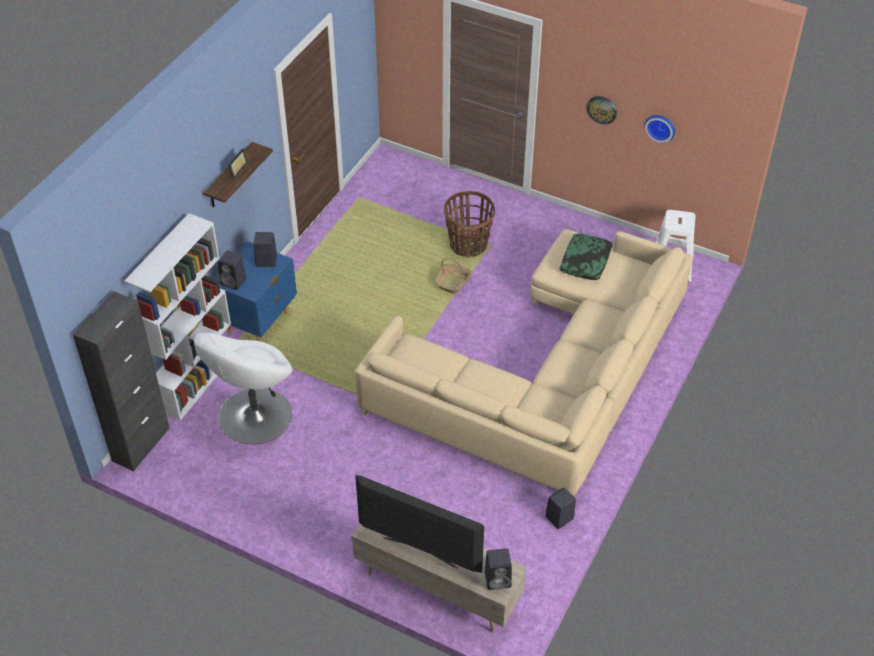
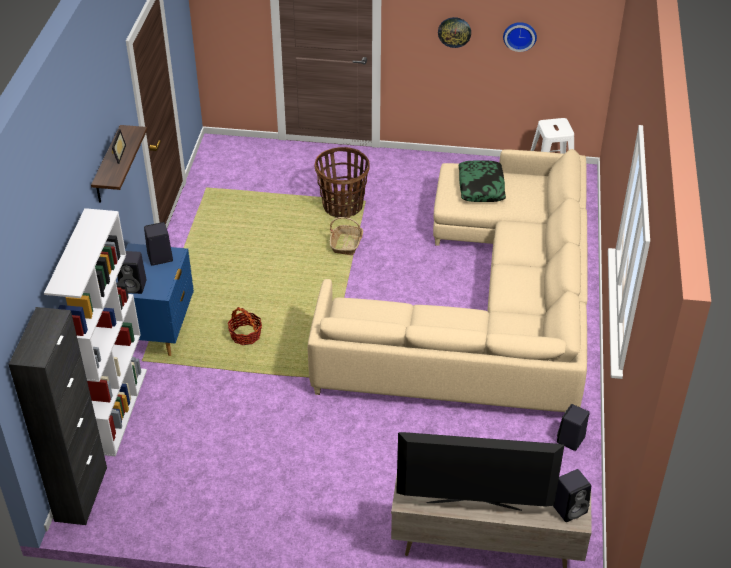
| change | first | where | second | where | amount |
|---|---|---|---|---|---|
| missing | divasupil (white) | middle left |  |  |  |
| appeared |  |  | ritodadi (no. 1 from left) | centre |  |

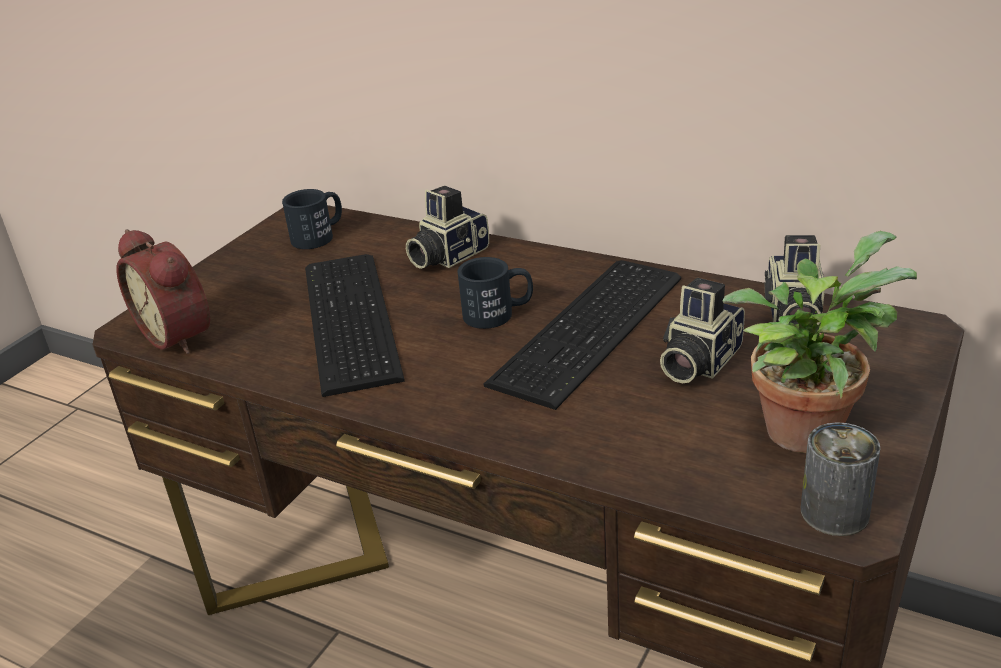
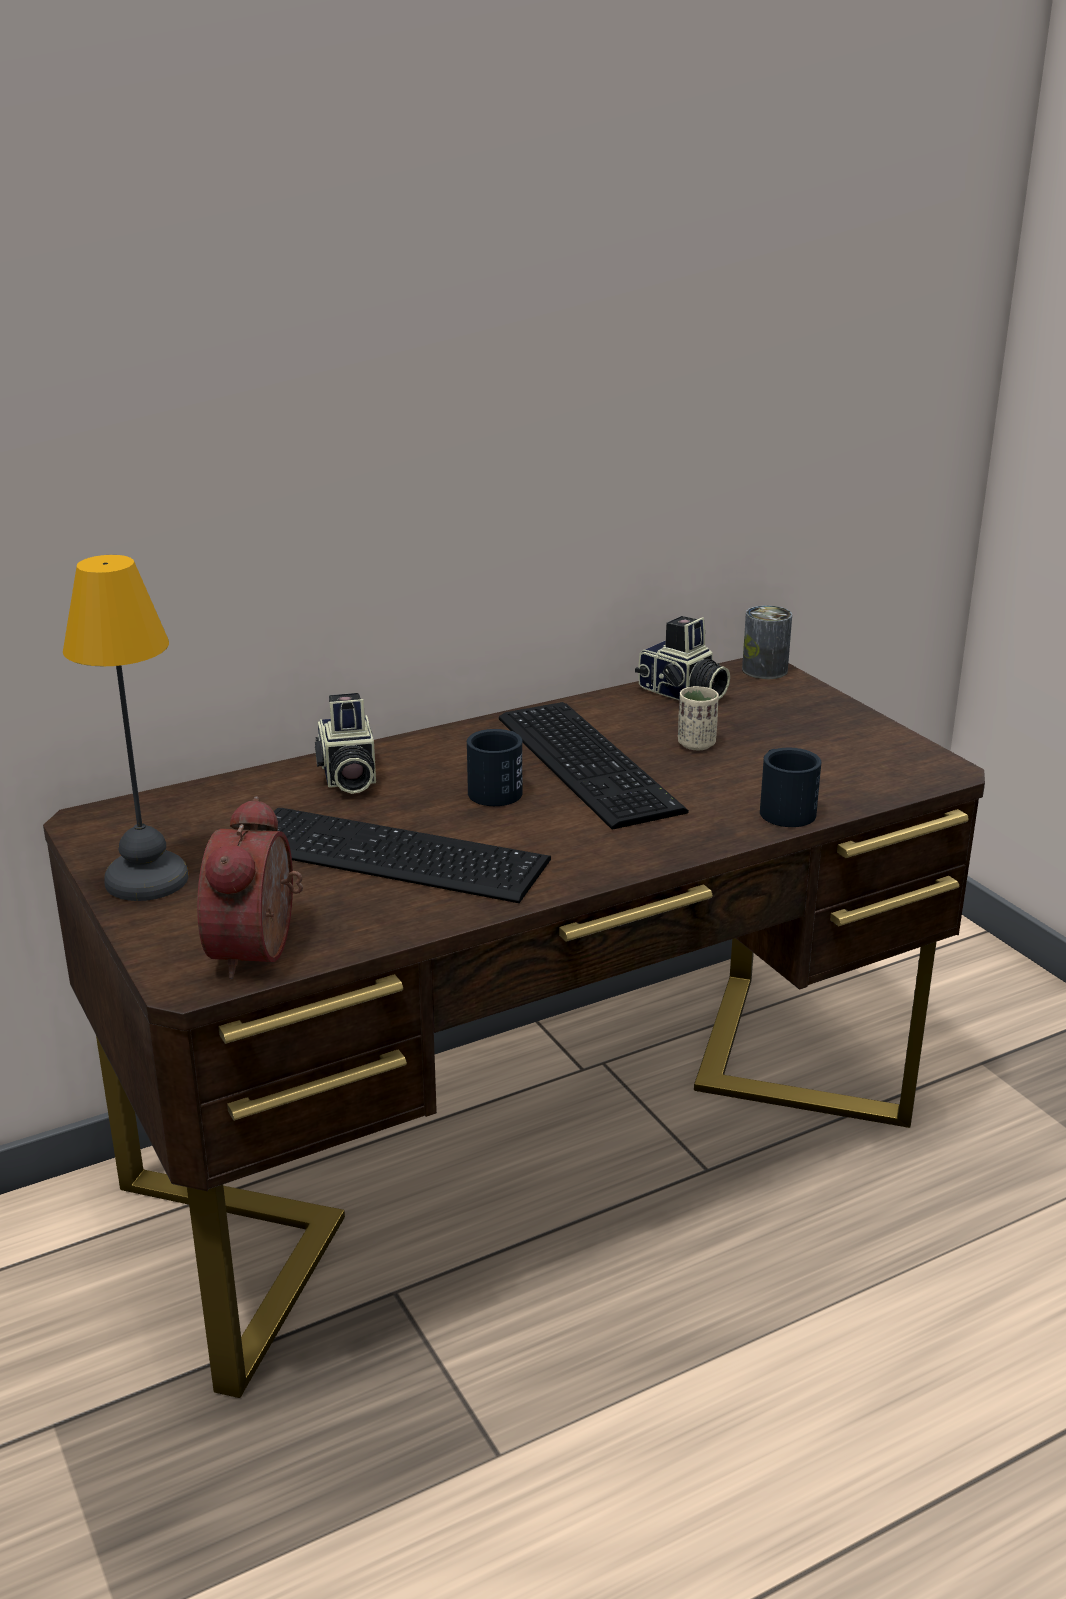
| change | first | where | second | where | amount |
|---|---|---|---|---|---|
| missing | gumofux | middle right |  |  |  |
| appeared |  |  | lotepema | middle left |  |
| relocated | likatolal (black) (no. 1 from left in the first image) | top left | likatolal (black) (no. 2 from left) | middle right |  |
| relocated | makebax | bottom right |  | middle right |  |
| exchanged | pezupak (no. 2 from left) | middle right | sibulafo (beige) | centre |  |
| spun | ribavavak | middle left |  | middle left | 105 degrees clockwise |

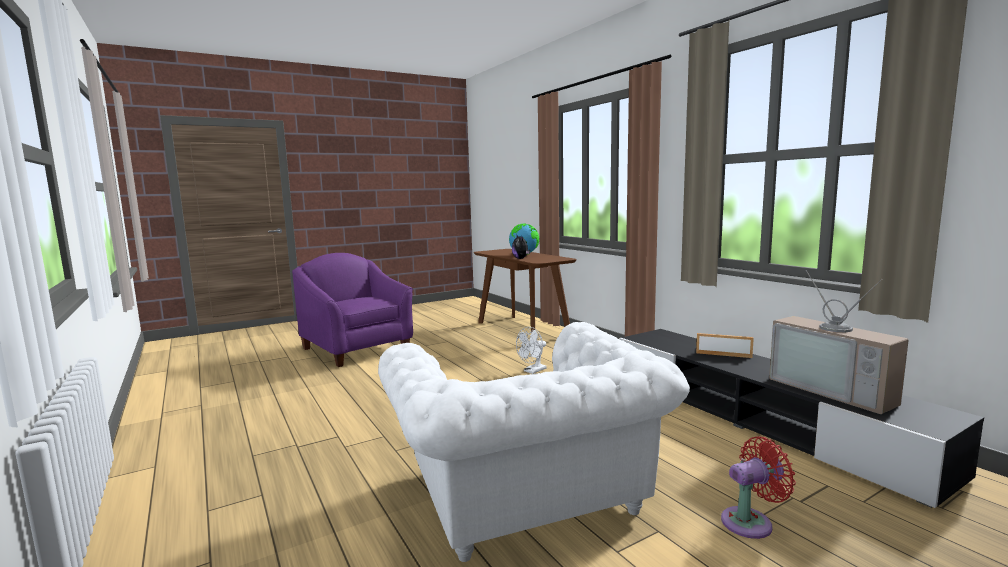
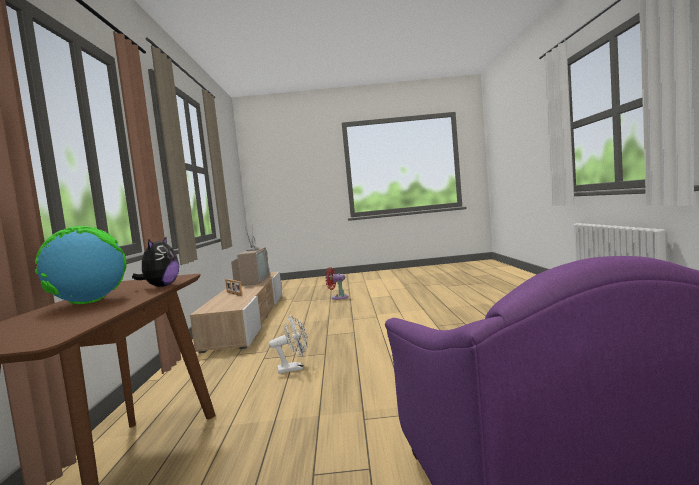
| change | first | where | second | where | amount |
|---|---|---|---|---|---|
| missing | divasupil (white) | bottom centre |  |  |  |
| colour | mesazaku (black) | bottom right | mesazaku (beige) | centre |  |

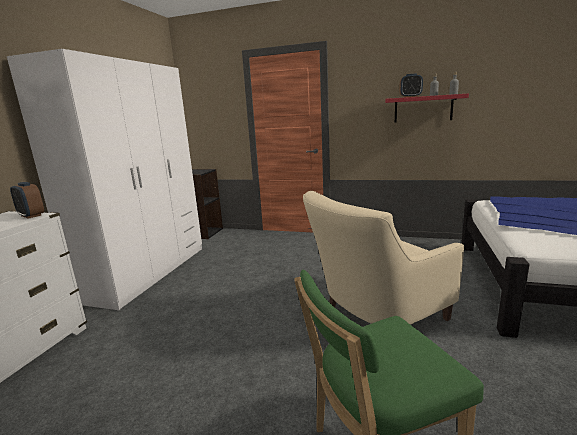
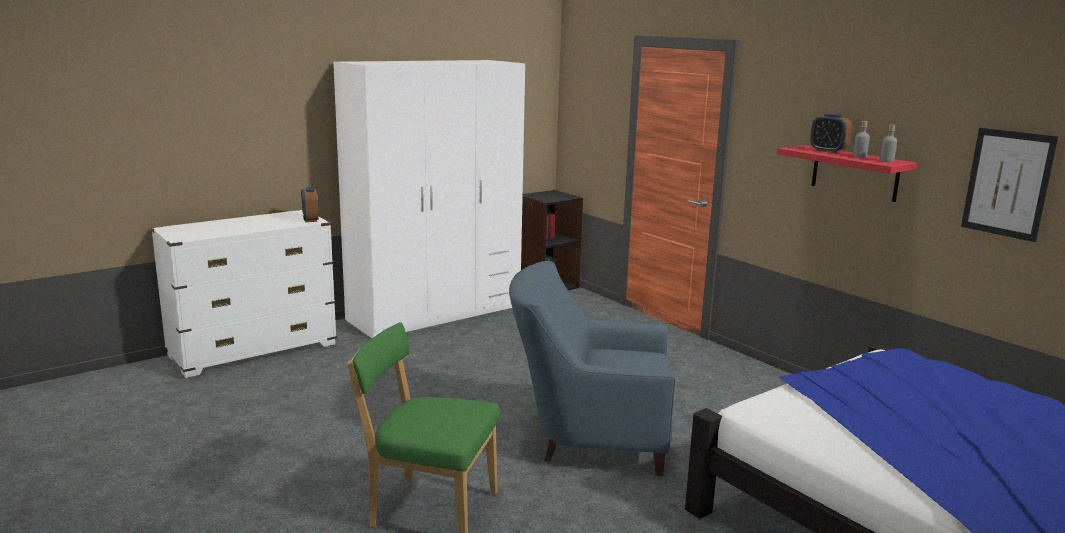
| change | first | where | second | where | amount |
|---|---|---|---|---|---|
| appeared |  |  | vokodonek | middle right |  |
| colour | divasupil (beige) | centre | divasupil (blue) | bottom centre |  |

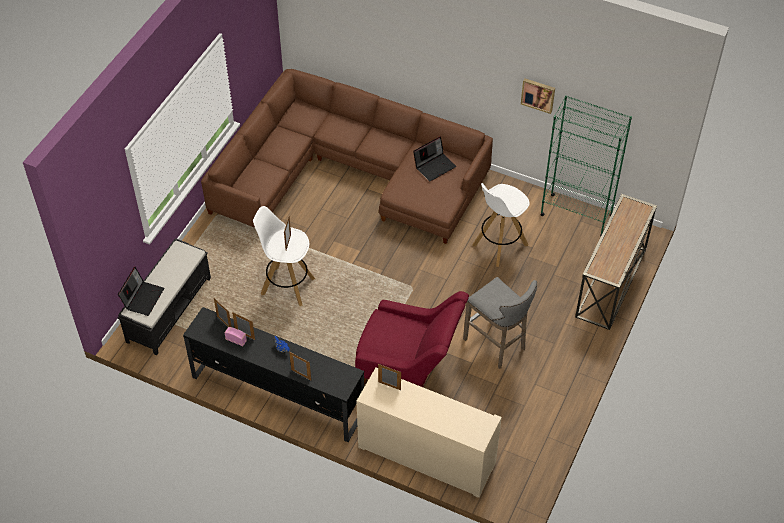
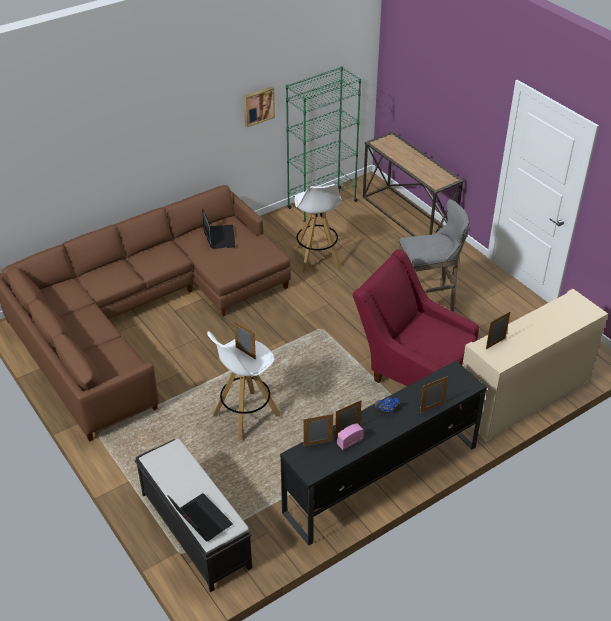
| change | first | where | second | where | amount |
|---|---|---|---|---|---|
| spun | divasupil (red) | centre |  | middle right | 105 degrees counterclockwise |

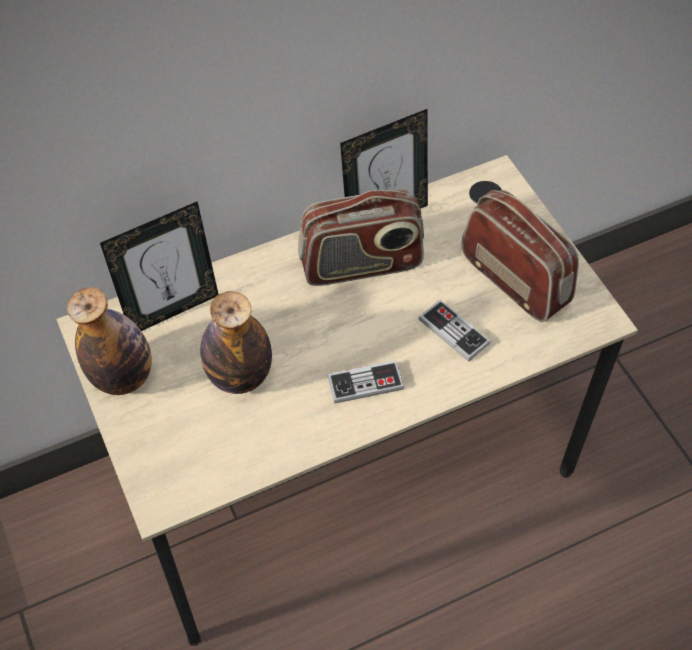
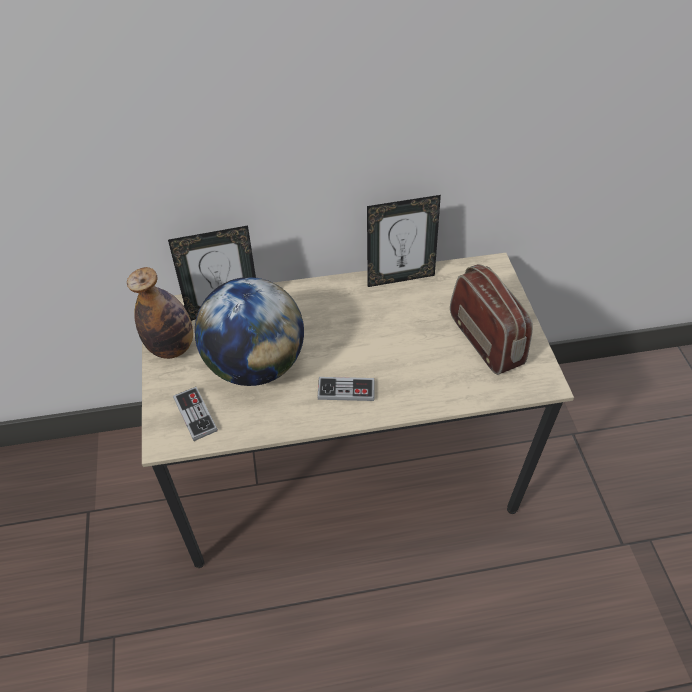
| change | first | where | second | where | amount |
|---|---|---|---|---|---|
| missing | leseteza (no. 1 from left) | centre |  |  |  |
| relocated | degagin (no. 2 from left in the first image) | centre | degagin (no. 1 from left) | middle left |  |
| exchanged | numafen (no. 2 from left) | centre | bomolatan | centre |  |

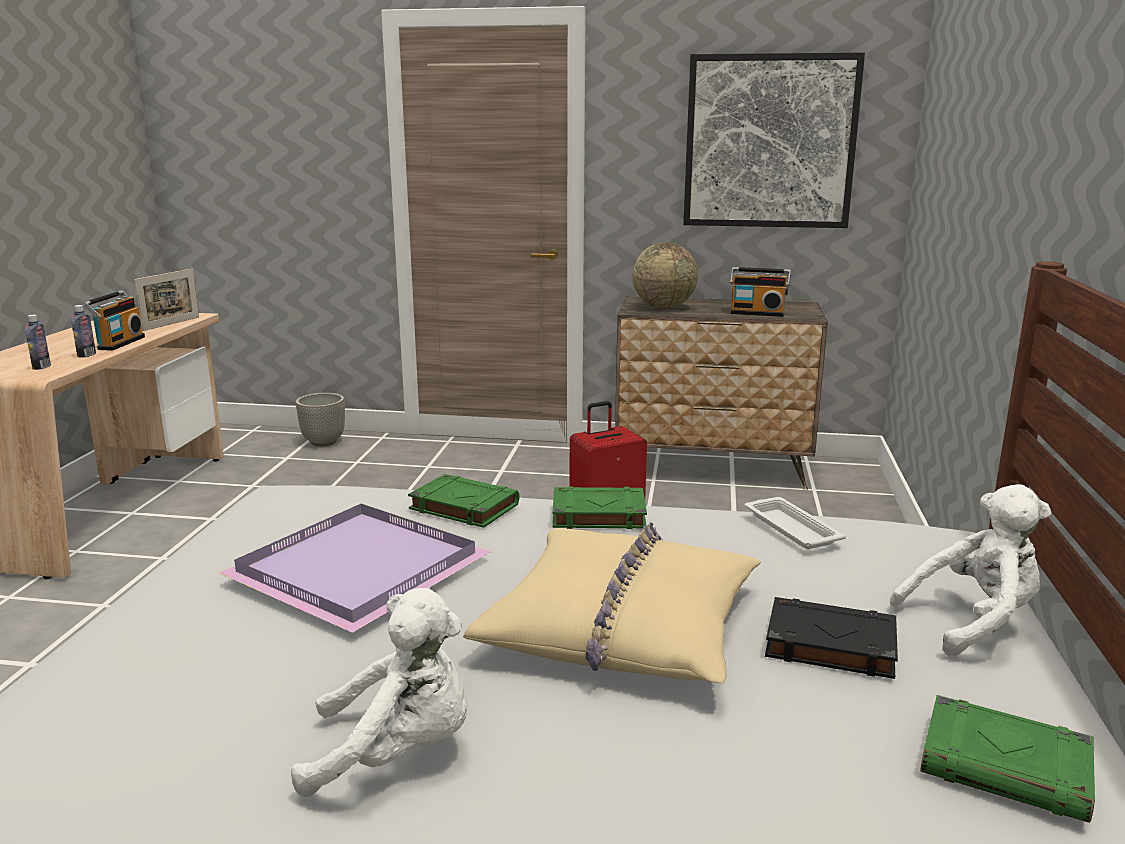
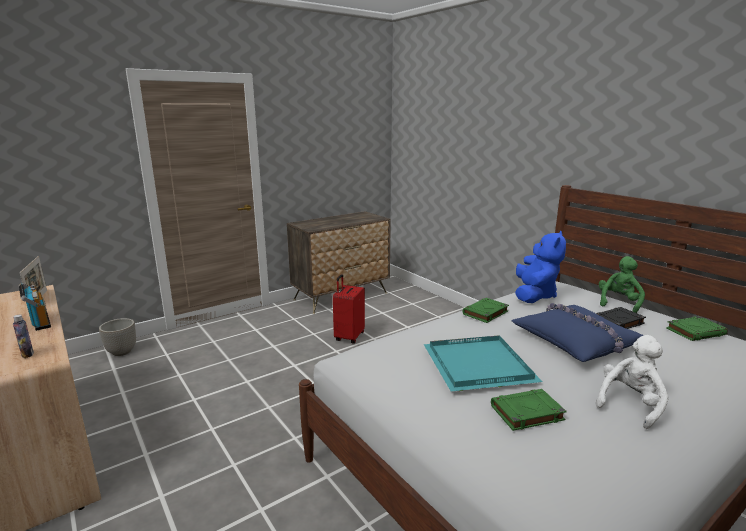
| change | first | where | second | where | amount |
|---|---|---|---|---|---|
| missing | numafen (no. 2 from left) | middle left |  |  |  |
| missing | bomolatan | top centre |  |  |  |
| missing | vokodonek | top right |  |  |  |
| missing | leseteza (no. 2 from left) | middle right |  |  |  |
| relocated | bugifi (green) (no. 1 from left in the first image) | centre | bugifi (green) (no. 2 from left) | bottom right |  |
| exchanged | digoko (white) | middle right | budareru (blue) | middle right |  |
| colour | digoko (purple) | bottom left | digoko (turquoise) | bottom centre |  |
| colour | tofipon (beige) | bottom centre | tofipon (blue) | middle right |  |
| colour | budareru (white) (no. 2 from left) | bottom right | budareru (green) | middle right |  |

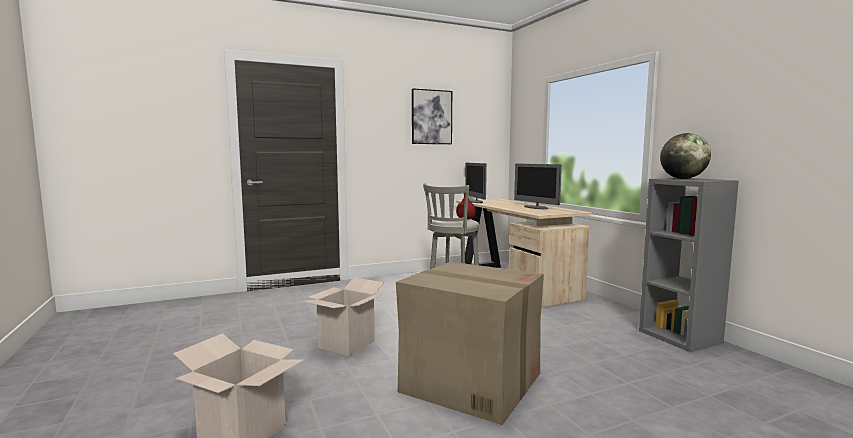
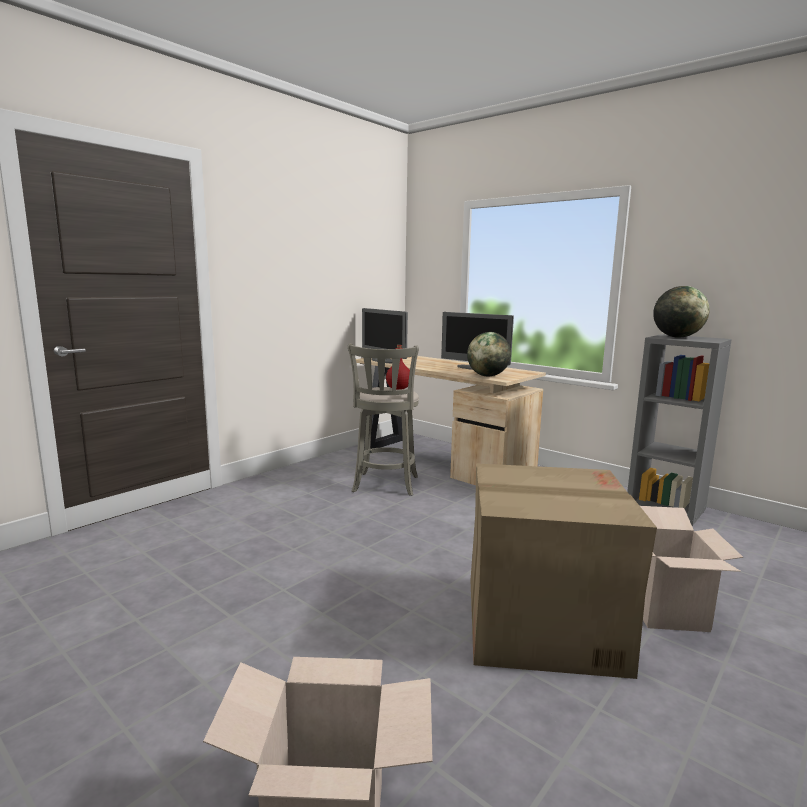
| change | first | where | second | where | amount |
|---|---|---|---|---|---|
| missing | vokodonek | top centre |  |  |  |
| appeared |  |  | bomolatan (no. 1 from left) | centre |  |
| relocated | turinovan (no. 2 from left in the first image) | bottom centre | turinovan (no. 3 from left) | bottom right |  |

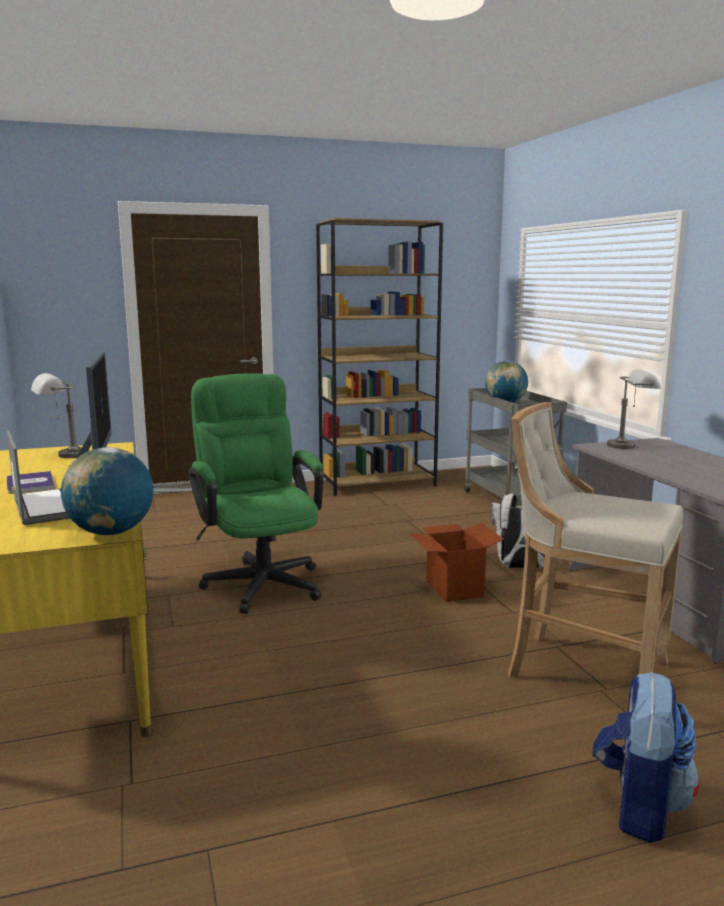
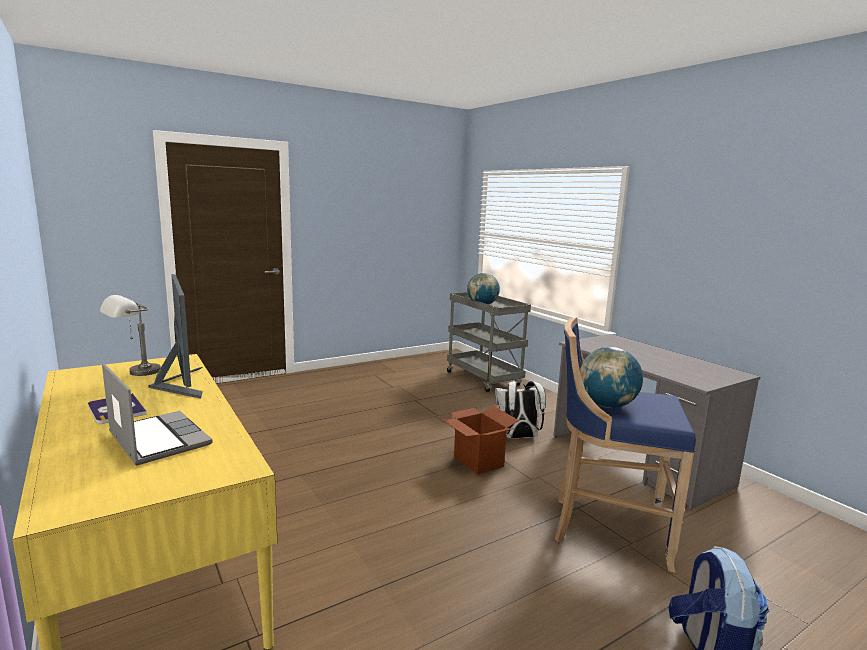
| change | first | where | second | where | amount |
|---|---|---|---|---|---|
| missing | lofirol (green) | centre |  |  |  |
| missing | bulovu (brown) | centre |  |  |  |
| missing | lotepema (grey) (no. 2 from left) | middle right |  |  |  |
| relocated | bomolatan (no. 1 from left in the first image) | middle left | bomolatan (no. 2 from left) | middle right |  |
| colour | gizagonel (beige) | middle right | gizagonel (blue) | bottom right |  |

